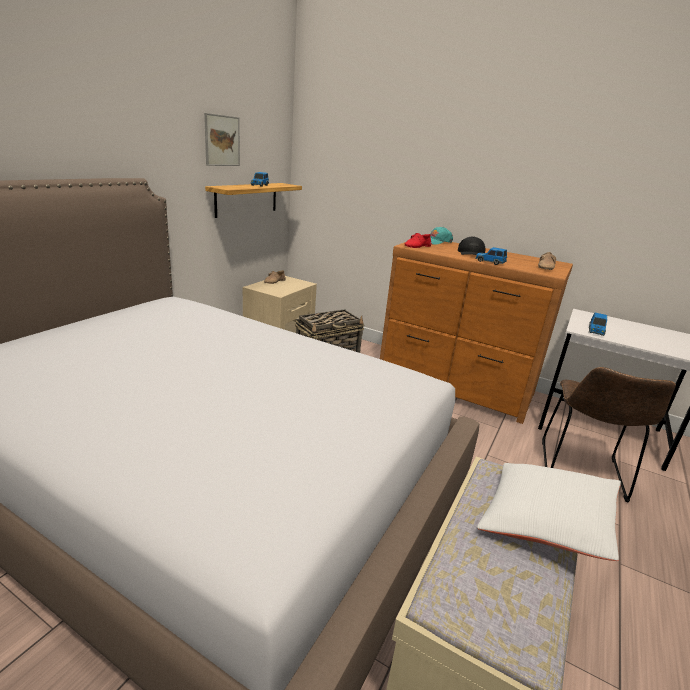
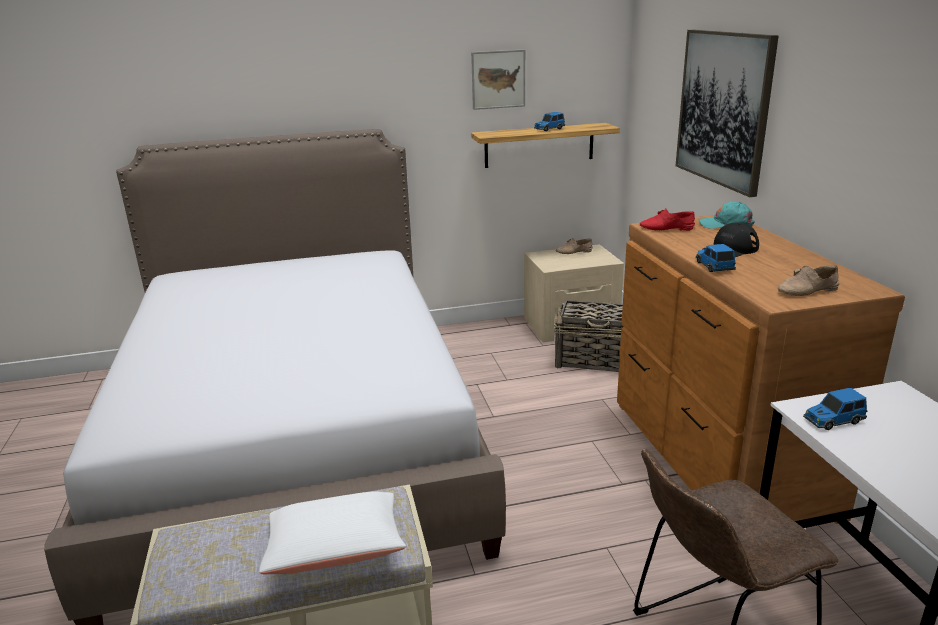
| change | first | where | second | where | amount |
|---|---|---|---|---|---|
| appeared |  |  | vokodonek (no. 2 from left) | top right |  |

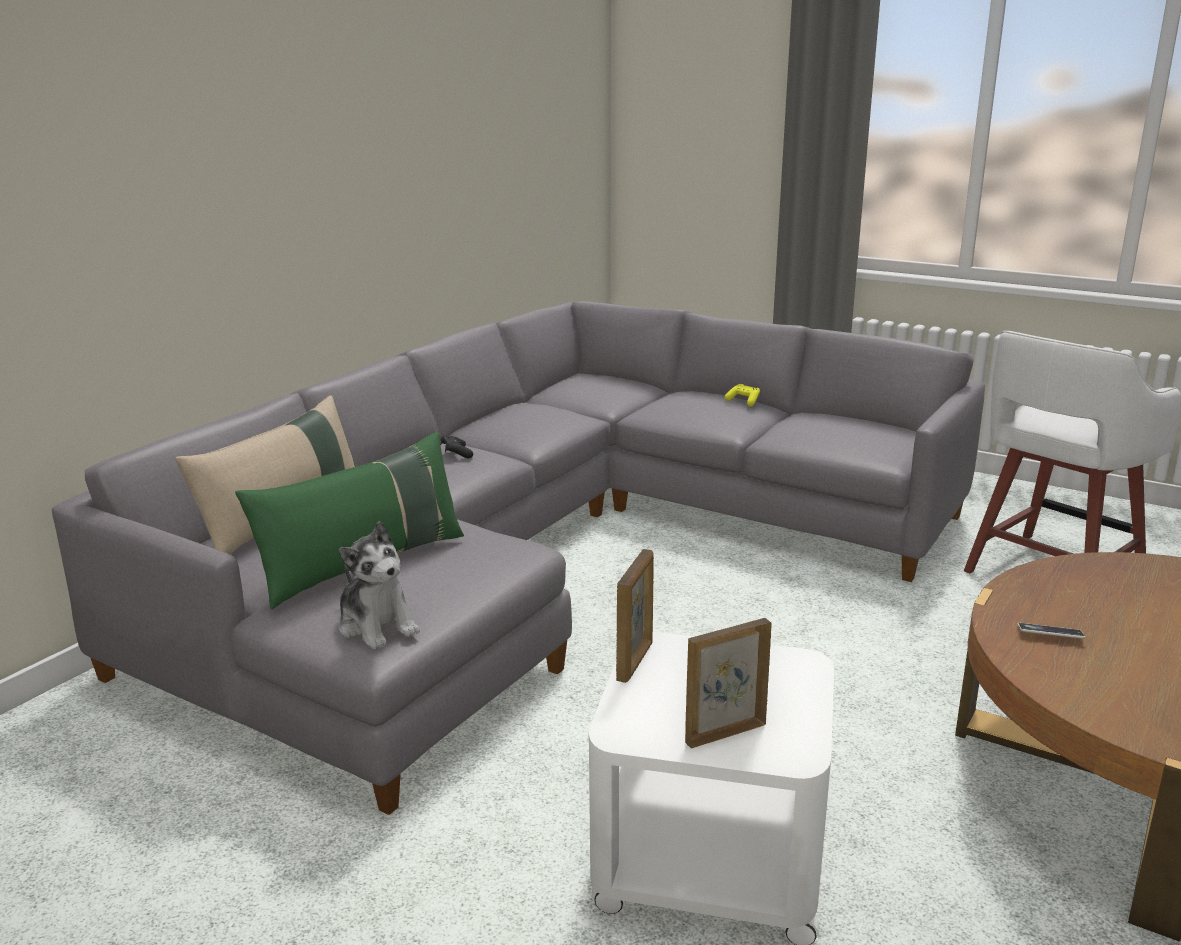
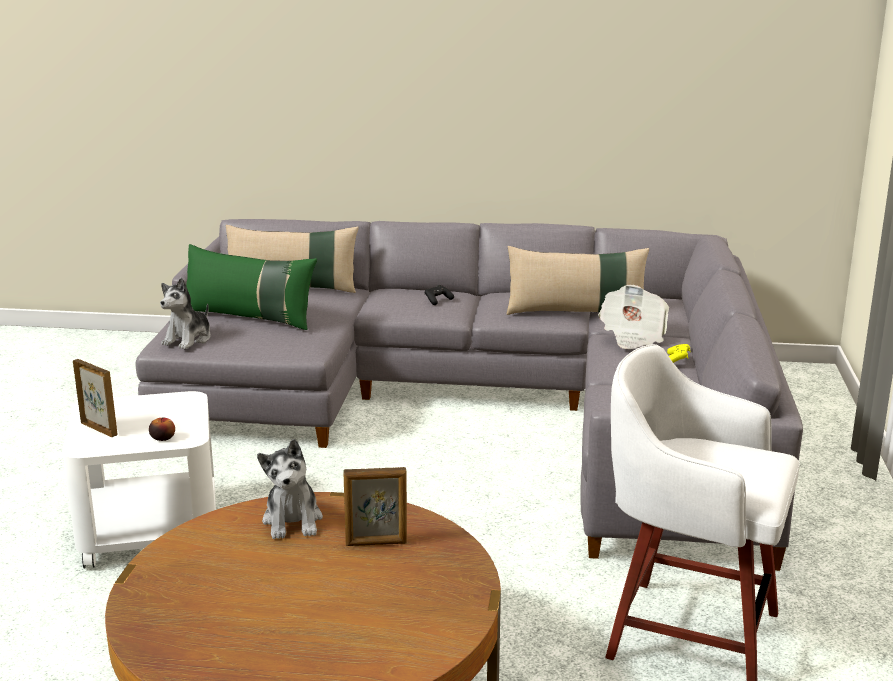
| change | first | where | second | where | amount |
|---|---|---|---|---|---|
| appeared |  |  | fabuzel | middle left |  |
| appeared |  |  | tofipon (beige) (no. 2 from left) | centre |  |
| appeared |  |  | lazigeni | middle right |  |
| relocated | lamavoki (no. 1 from left in the first image) | centre | lamavoki (no. 2 from left) | bottom centre |  |
| exchanged | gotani | bottom right | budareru (no. 2 from left) | bottom left |  |

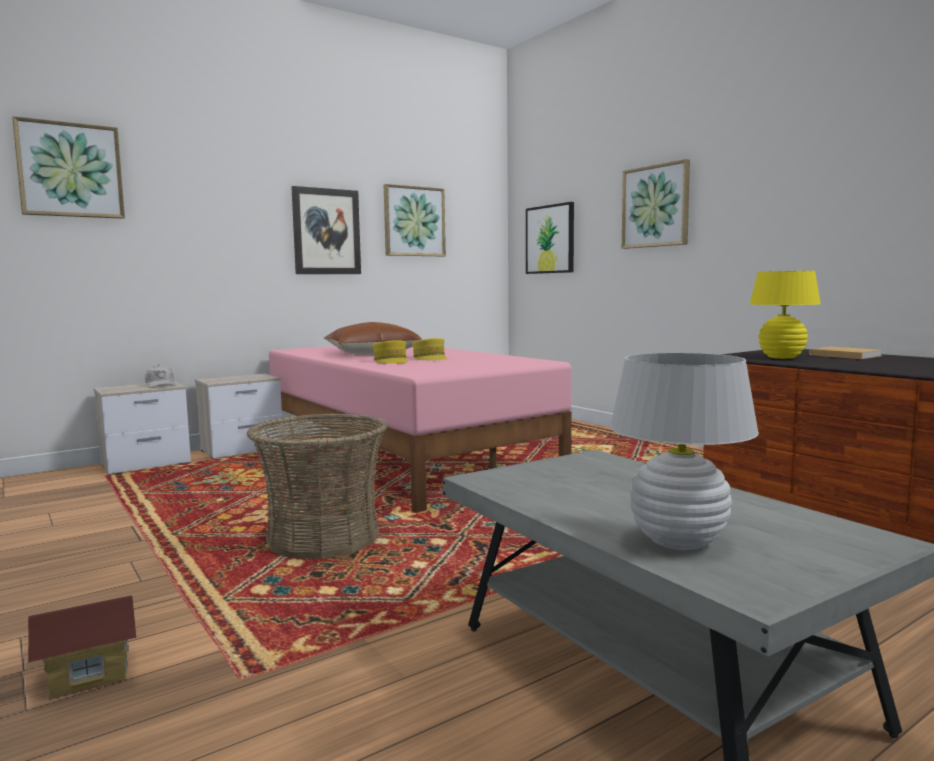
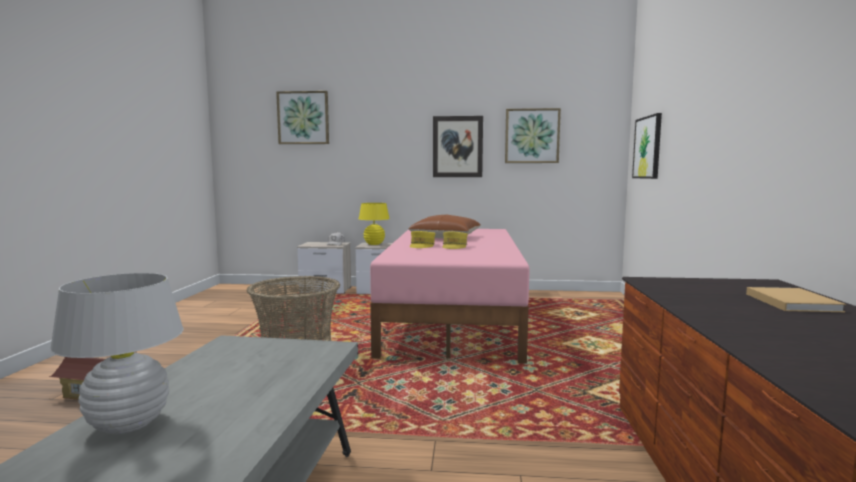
| change | first | where | second | where | amount |
|---|---|---|---|---|---|
| missing | vokodonek (no. 5 from left) | top right |  |  |  |
| relocated | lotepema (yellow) | middle right |  | centre |  |

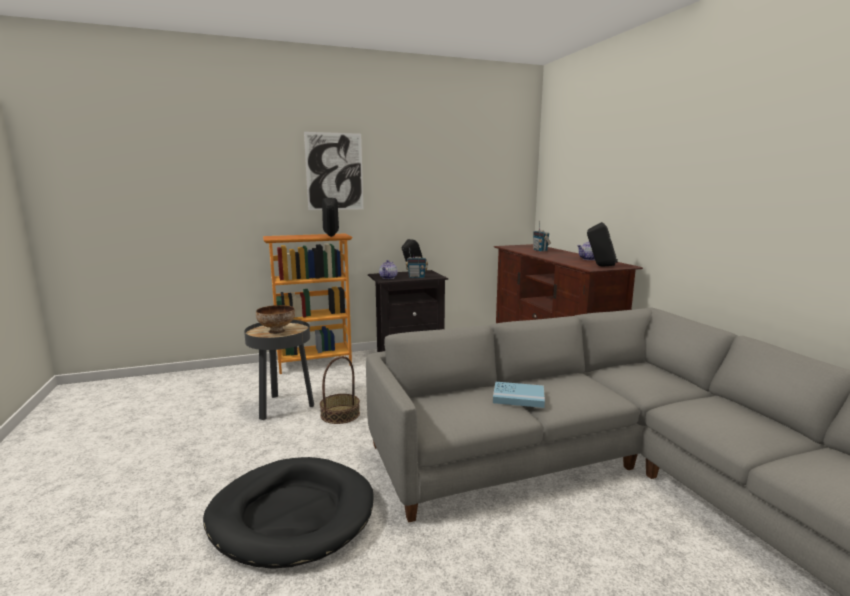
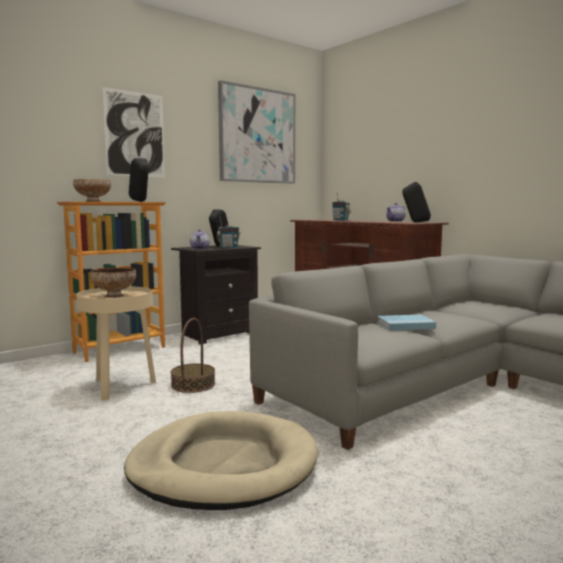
| change | first | where | second | where | amount |
|---|---|---|---|---|---|
| appeared |  |  | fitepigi (no. 1 from left) | middle left |  |
| appeared |  |  | vokodonek (no. 2 from left) | top centre |  |
| colour | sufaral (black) | bottom centre | sufaral (beige) | bottom centre |  |
| colour | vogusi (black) | middle left | vogusi (beige) | middle left |  |

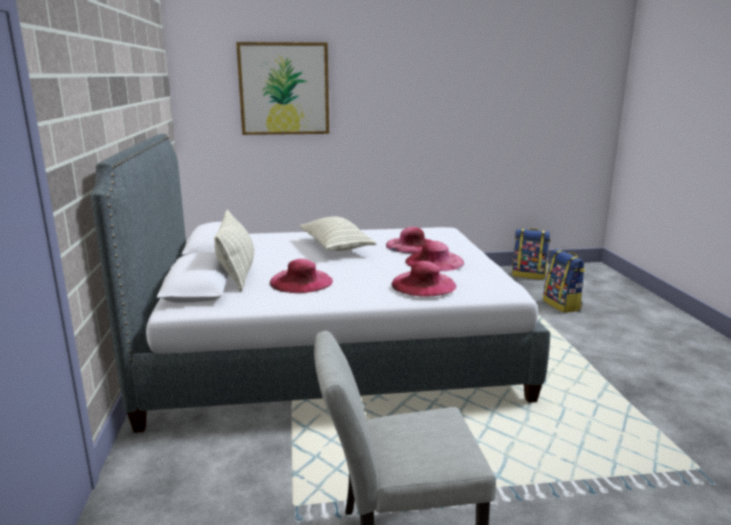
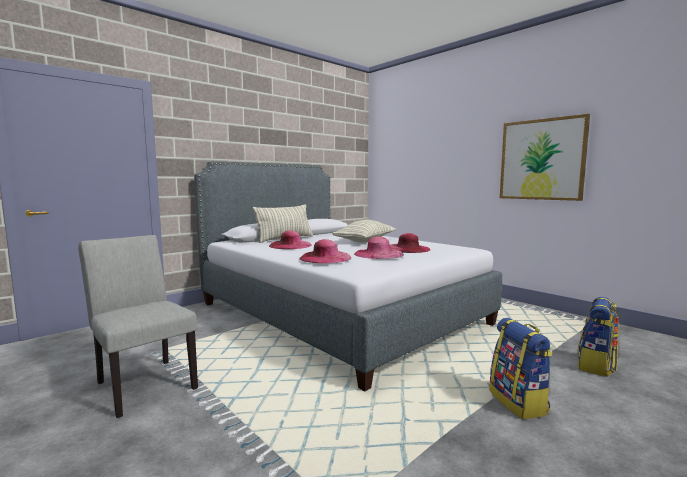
| change | first | where | second | where | amount |
|---|---|---|---|---|---|
| relocated | vokodonek | top centre |  | top right |  |
| relocated | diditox (no. 1 from left) | middle right |  | bottom right |  |

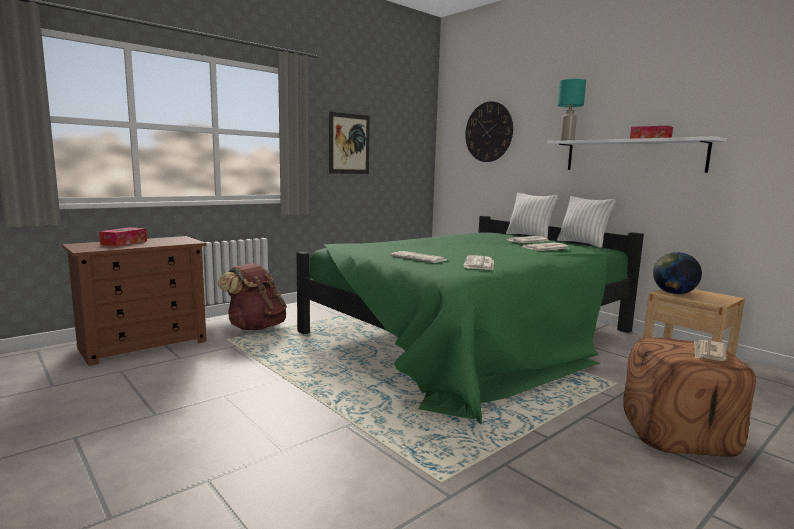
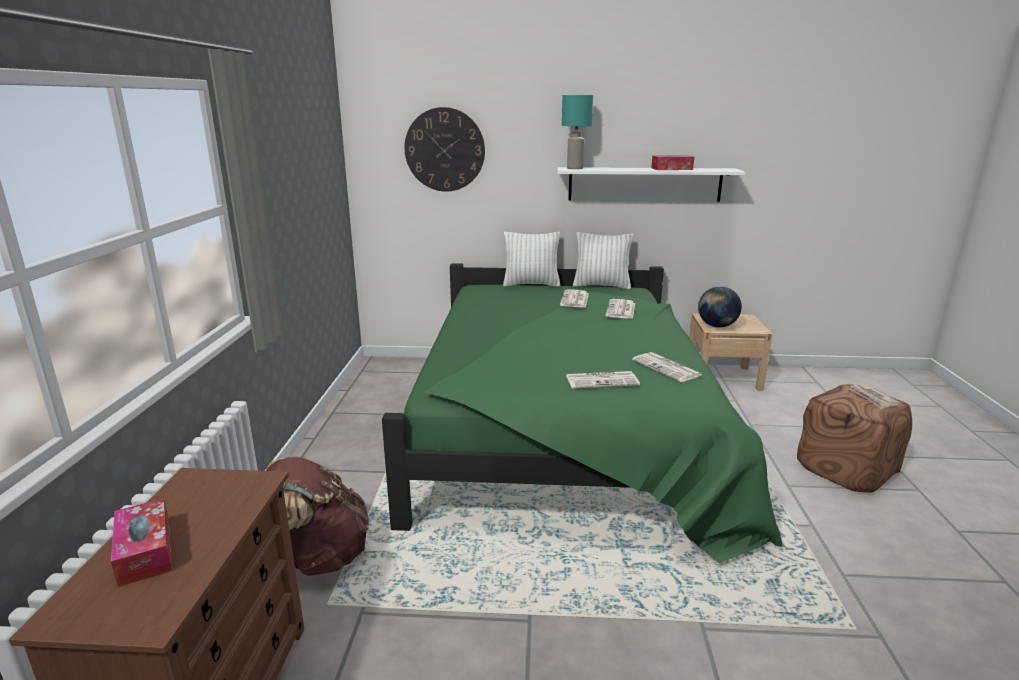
| change | first | where | second | where | amount |
|---|---|---|---|---|---|
| missing | vokodonek | top centre |  |  |  |

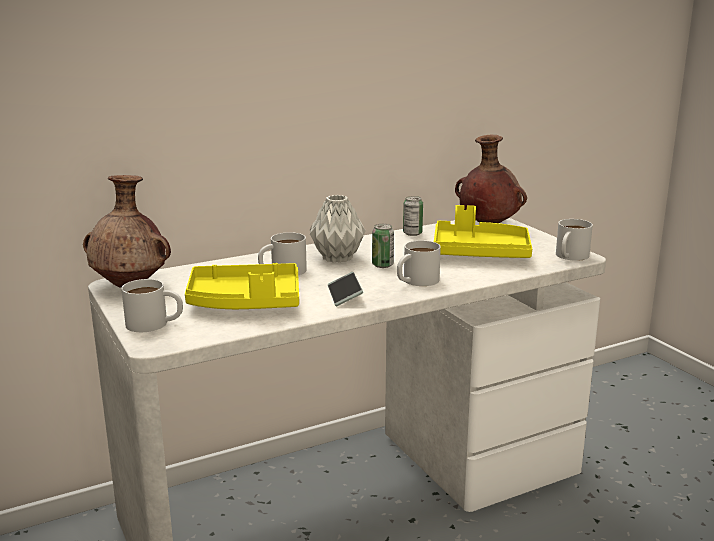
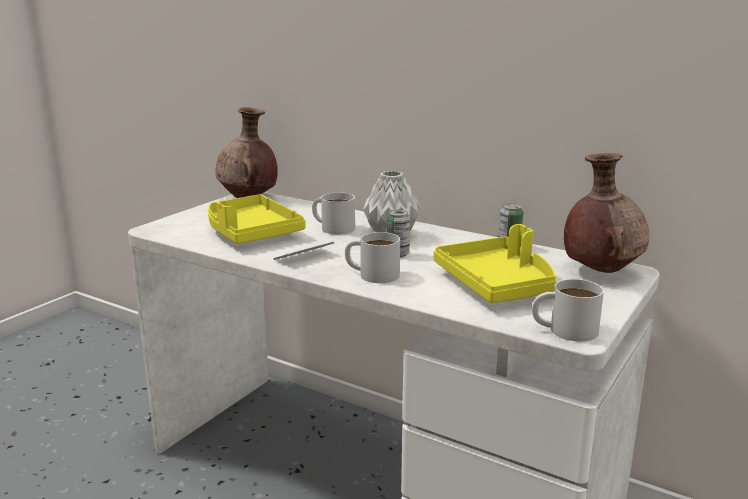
| change | first | where | second | where | amount |
|---|---|---|---|---|---|
| missing | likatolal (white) (no. 1 from left) | middle left |  |  |  |

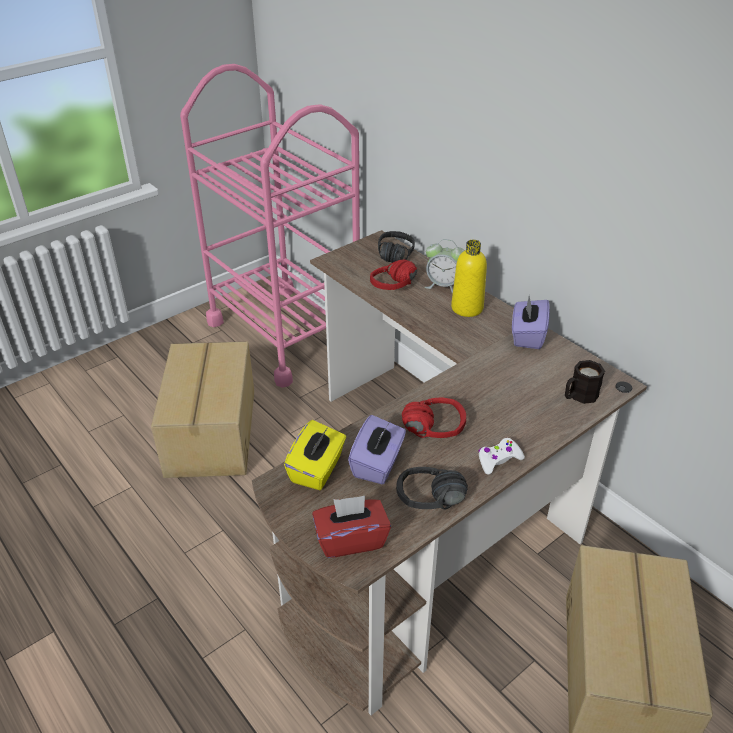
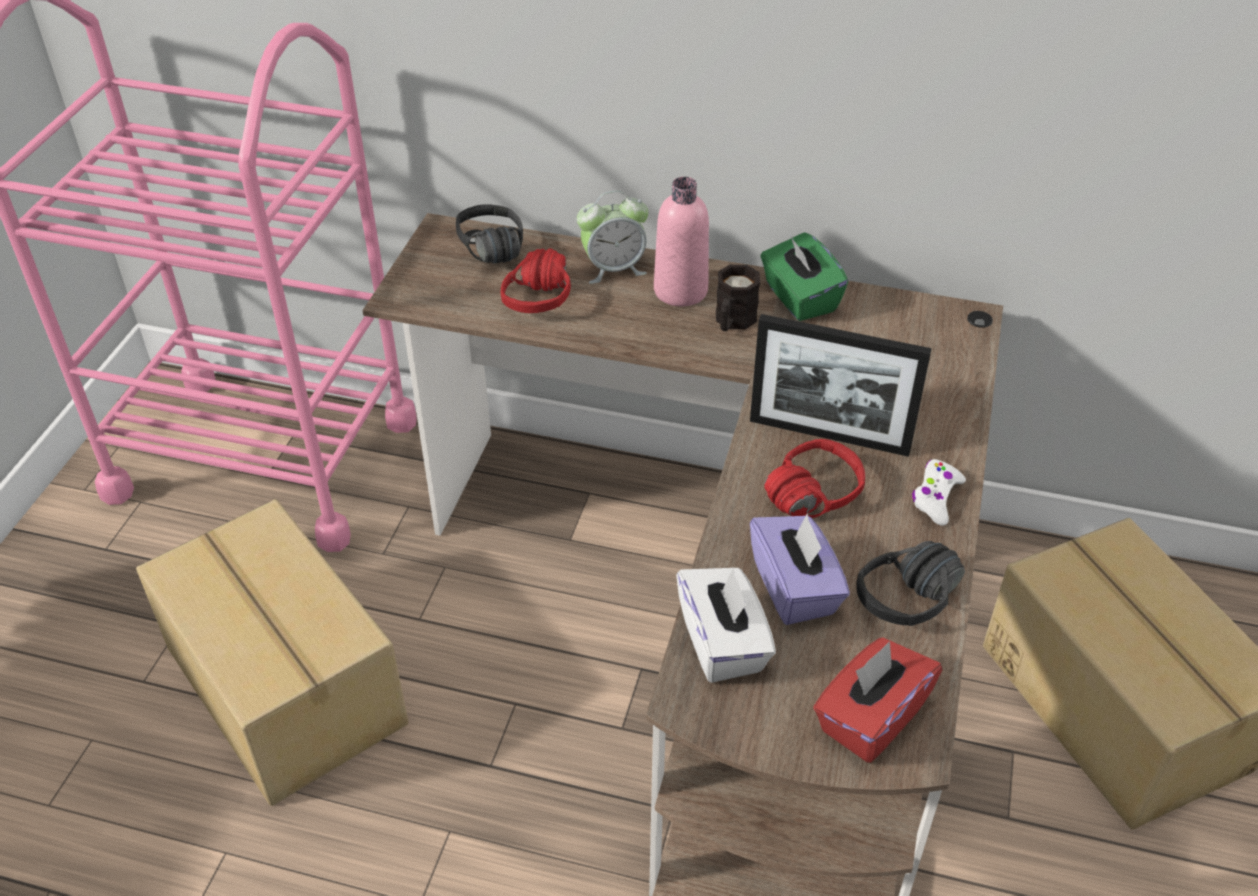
| change | first | where | second | where | amount |
|---|---|---|---|---|---|
| appeared |  |  | lamavoki | middle right |  |
| relocated | likatolal (black) | middle right |  | top centre |  |
| colour | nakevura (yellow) | centre | nakevura (white) | bottom centre |  |
| colour | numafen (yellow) | centre | numafen (pink) | top centre |  |
| colour | nakevura (purple) (no. 2 from left) | middle right | nakevura (green) | top centre |  |

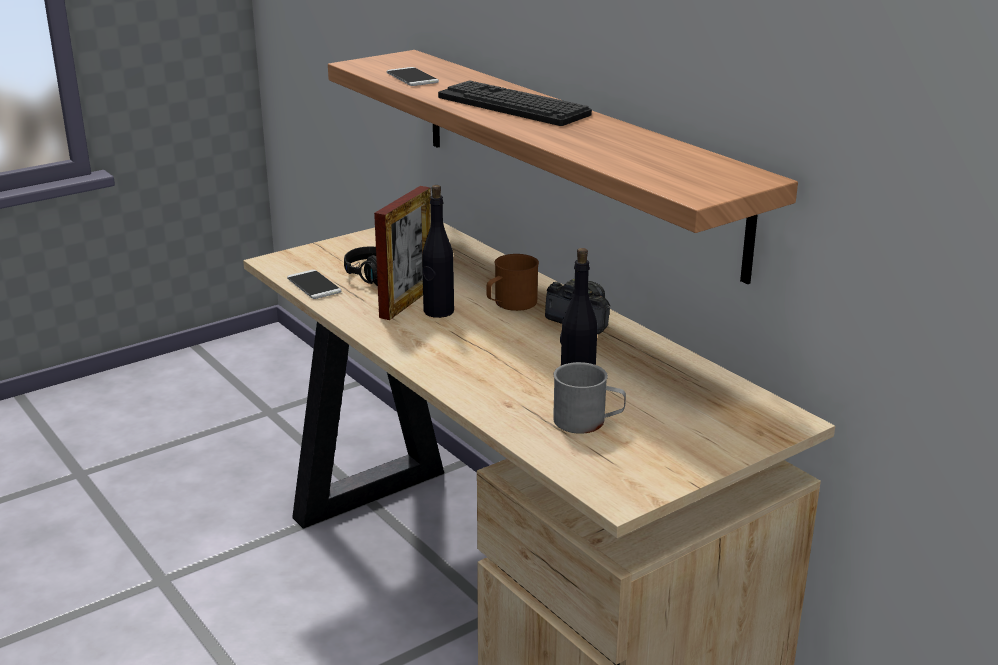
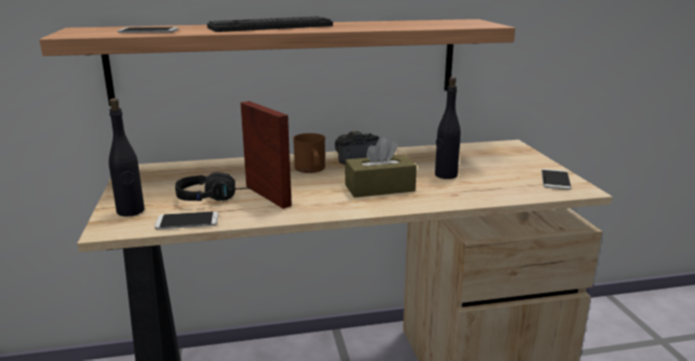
| change | first | where | second | where | amount |
|---|---|---|---|---|---|
| missing | likatolal (grey) | centre |  |  |  |
| appeared |  |  | nakevura (brown) | centre |  |
| appeared |  |  | gotani (no. 3 from left) | middle right |  |
| relocated | numafen (black) (no. 1 from left) | centre |  | middle left |  |

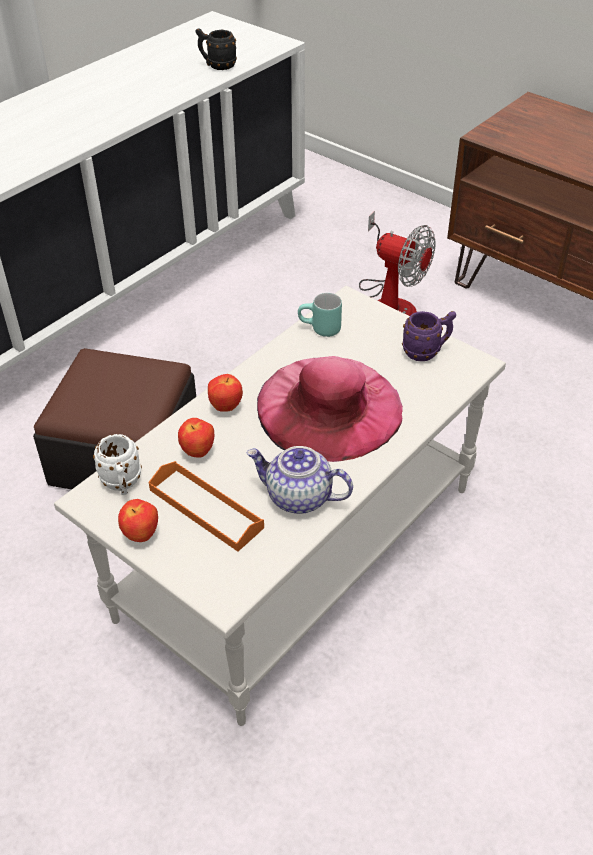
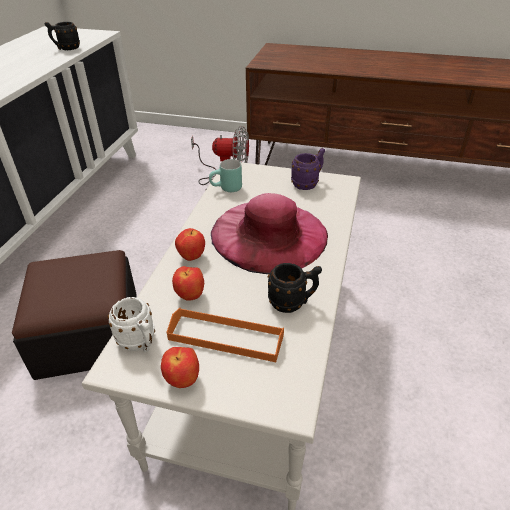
| change | first | where | second | where | amount |
|---|---|---|---|---|---|
| exchanged | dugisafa | centre | likatolal (black) (no. 2 from left) | centre |  |

